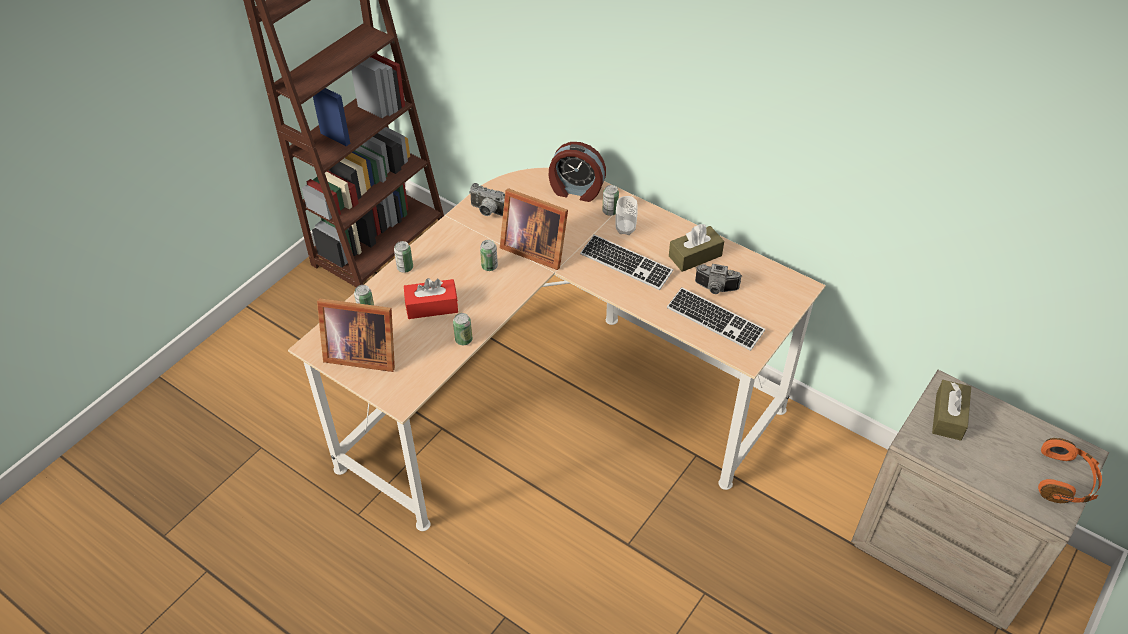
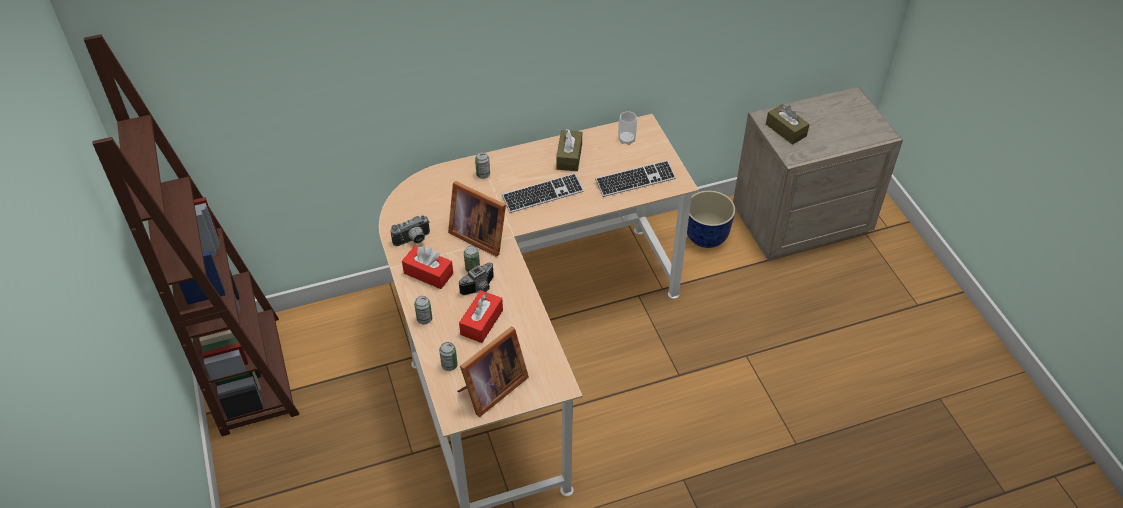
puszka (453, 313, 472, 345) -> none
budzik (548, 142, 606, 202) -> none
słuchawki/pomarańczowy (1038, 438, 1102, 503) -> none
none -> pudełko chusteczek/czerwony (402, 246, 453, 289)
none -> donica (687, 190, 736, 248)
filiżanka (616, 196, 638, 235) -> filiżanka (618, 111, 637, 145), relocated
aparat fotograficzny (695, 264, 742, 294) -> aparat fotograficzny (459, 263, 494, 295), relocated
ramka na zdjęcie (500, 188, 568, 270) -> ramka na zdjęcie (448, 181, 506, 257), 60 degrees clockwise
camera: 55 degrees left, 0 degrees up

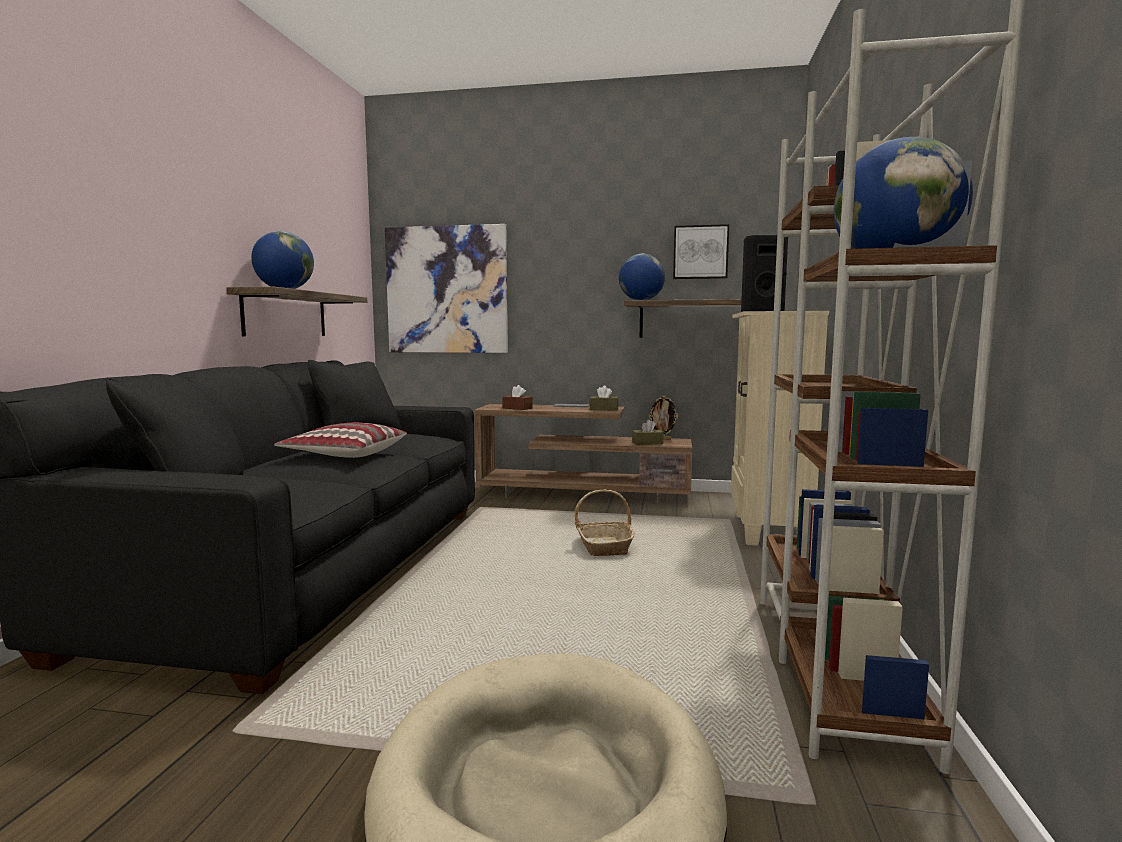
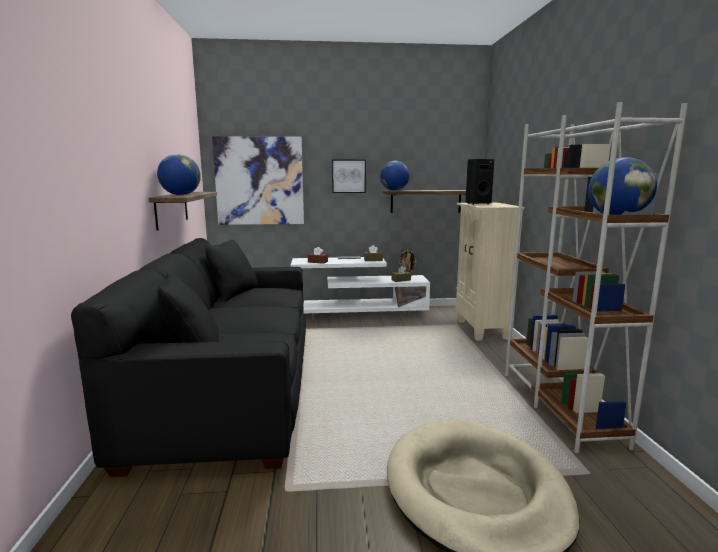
poduszka (274, 423, 407, 458) -> none
koszyk (574, 490, 634, 556) -> none
obraz (673, 224, 729, 279) -> obraz (332, 160, 366, 193), relocated
szafka pod telewizor/brązowy (474, 404, 692, 505) -> szafka pod telewizor/biały (291, 256, 430, 320)
camera: 15 degrees left, 5 degrees up

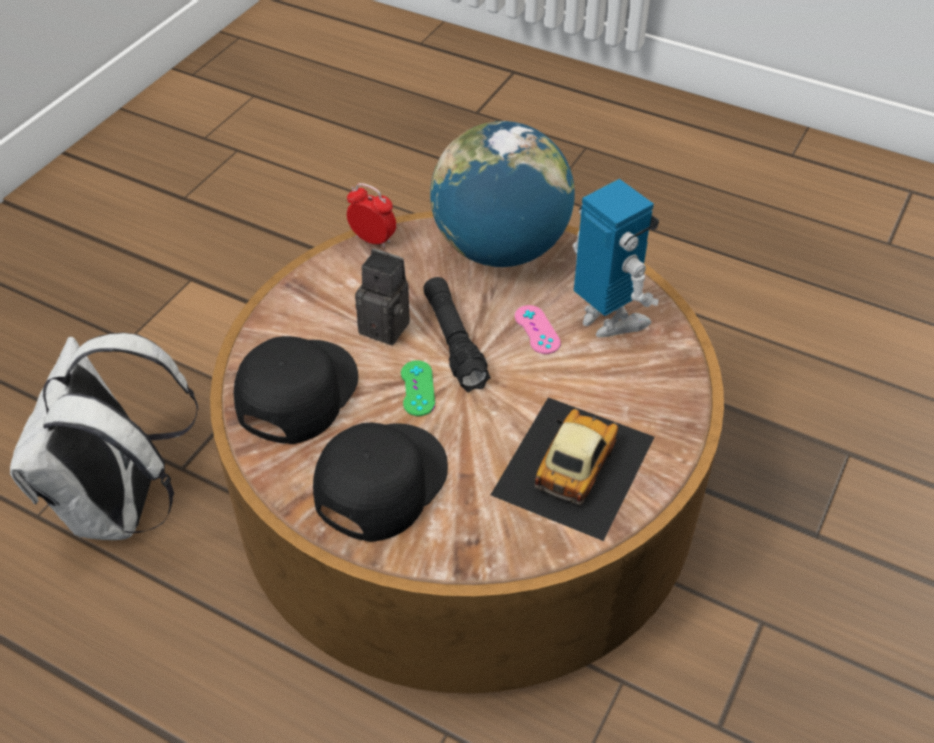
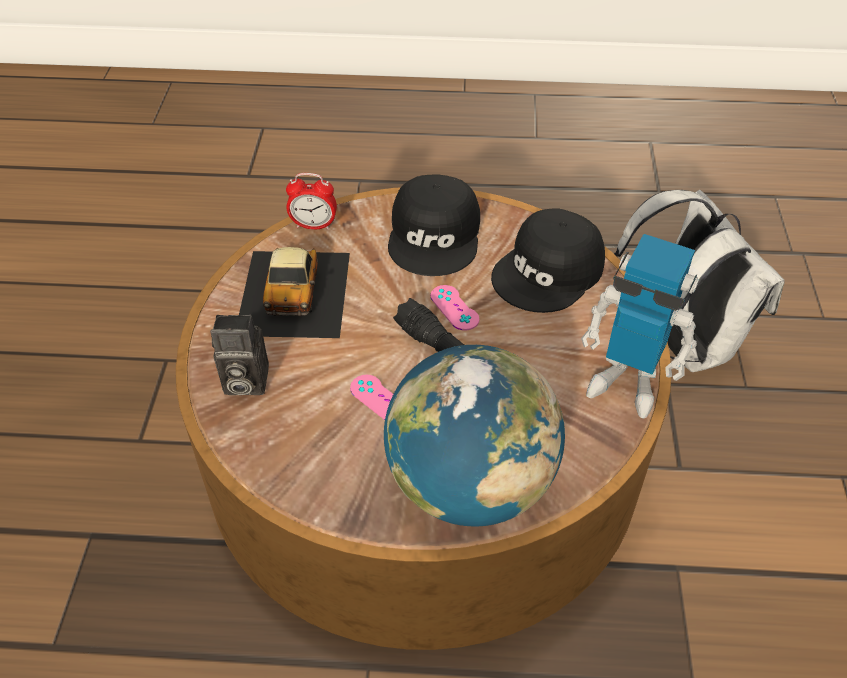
budzik (347, 183, 396, 248) -> budzik (286, 173, 337, 230), relocated
aparat fotograficzny (355, 248, 410, 345) -> aparat fotograficzny (210, 315, 269, 395), relocated
robot zabawkowy (572, 179, 659, 337) -> robot zabawkowy (581, 234, 699, 418), relocated
pad do gier/zielony (401, 360, 435, 416) -> pad do gier/różowy (430, 285, 479, 331)
czapka z daszkiem/czarny (234, 336, 358, 444) -> czapka z daszkiem/czarny (491, 208, 605, 313), 45 degrees clockwise
camera: 155 degrees right, 0 degrees up

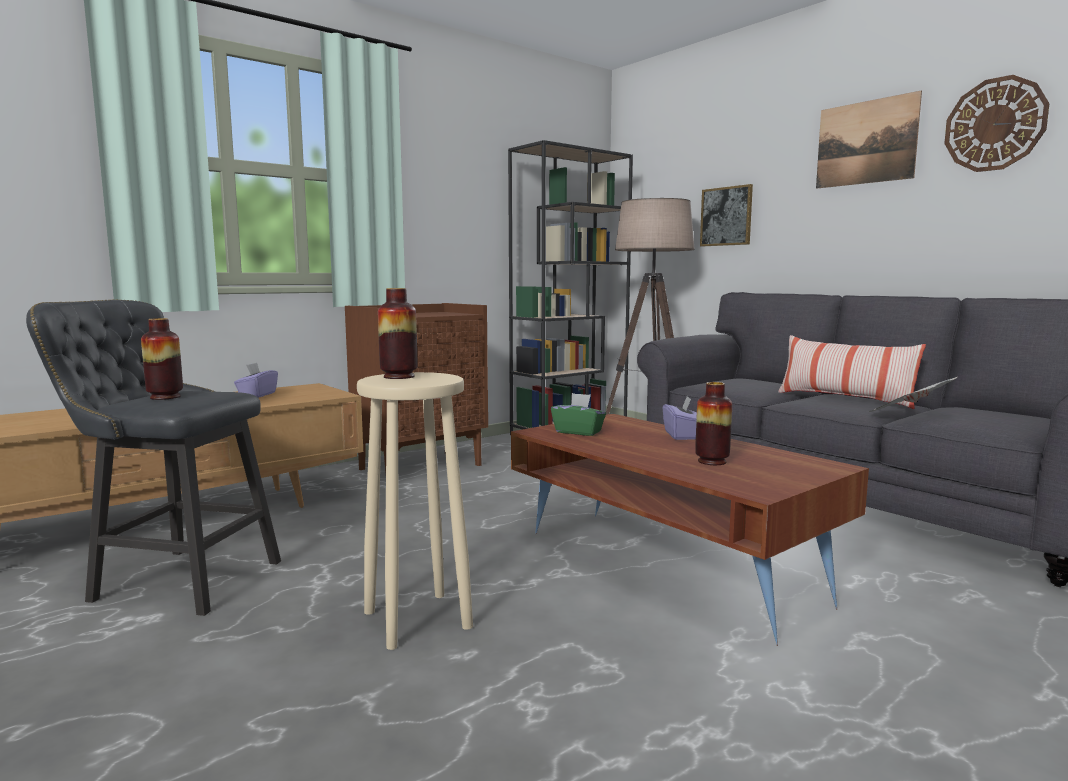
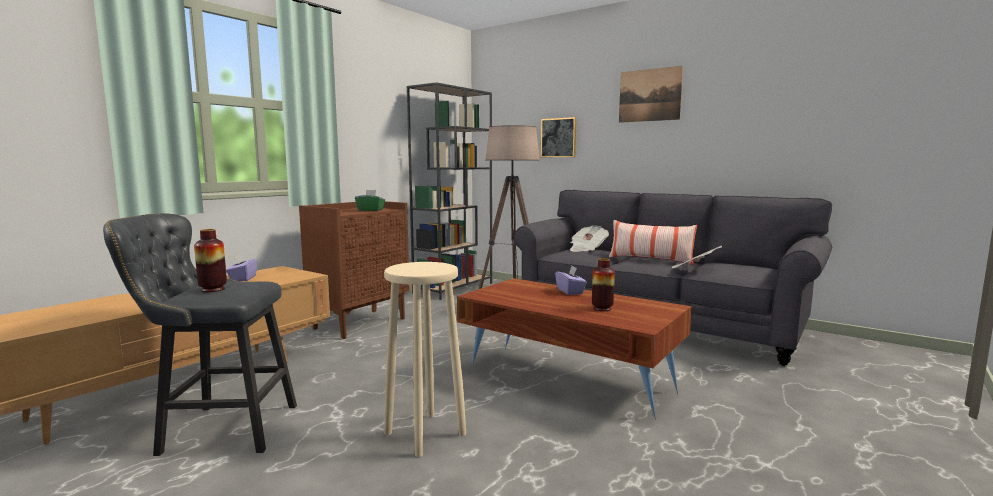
wazon (378, 288, 417, 379) -> none
zegar ścienny (944, 75, 1050, 172) -> none
none -> gazeta (570, 225, 609, 252)
pudełko chusteczek/zielony (551, 393, 606, 436) -> pudełko chusteczek/zielony (355, 190, 385, 211), relocated
camera: 15 degrees left, 0 degrees up

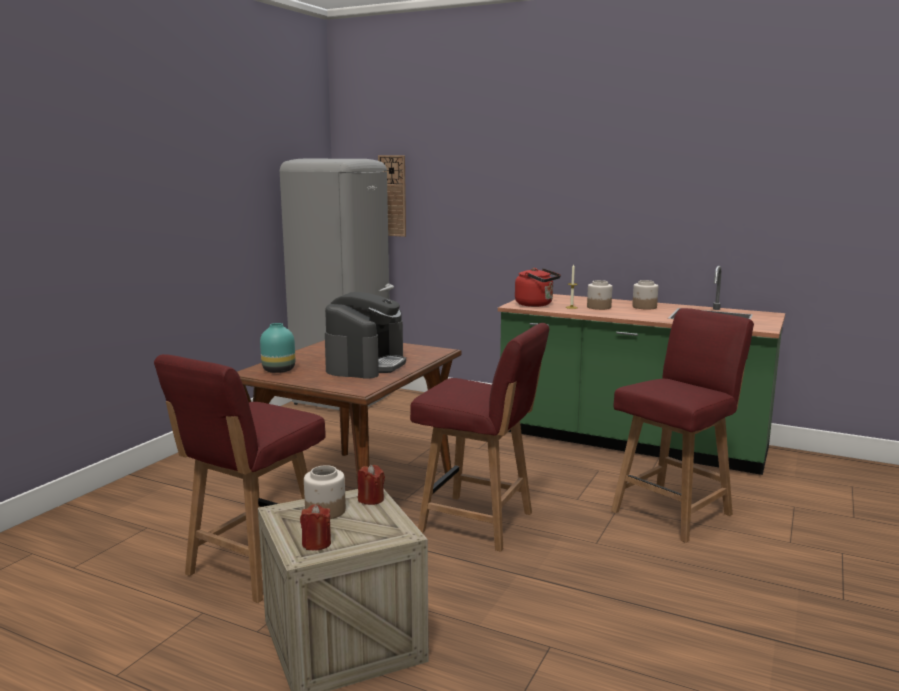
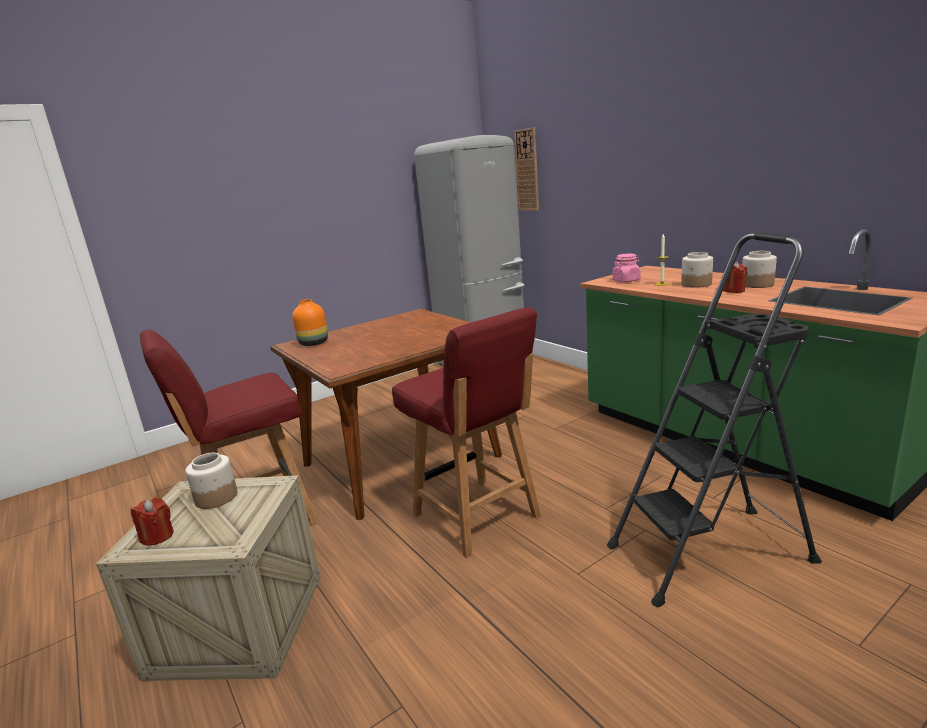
ekspres do kawy (325, 292, 406, 379) -> none
świeca/czerwony (358, 465, 385, 505) -> świeca/czerwony (723, 261, 747, 293), relocated
czajnik/czerwony (515, 268, 561, 307) -> słoik/różowy (613, 254, 641, 282)
krzesło/czerwony (611, 308, 754, 543) -> drabinka (607, 232, 822, 607)
wazon/turkusowy (260, 323, 295, 373) -> wazon/pomarańczowy (292, 299, 328, 346)
camera: 30 degrees right, 5 degrees up

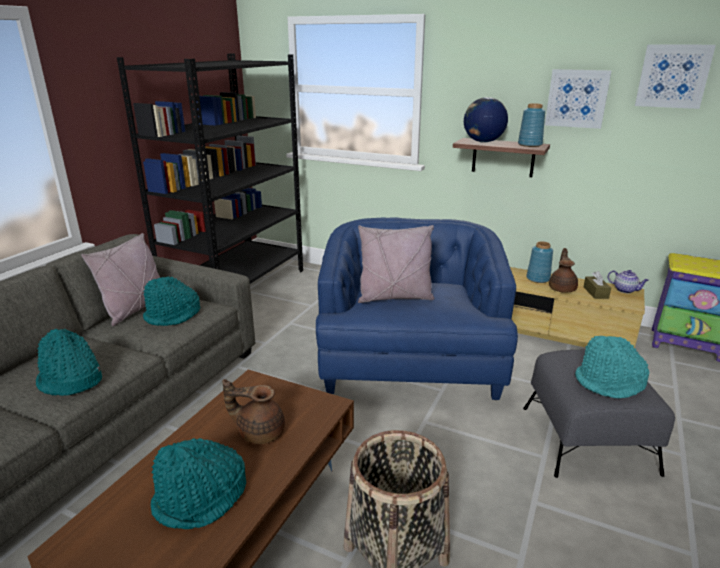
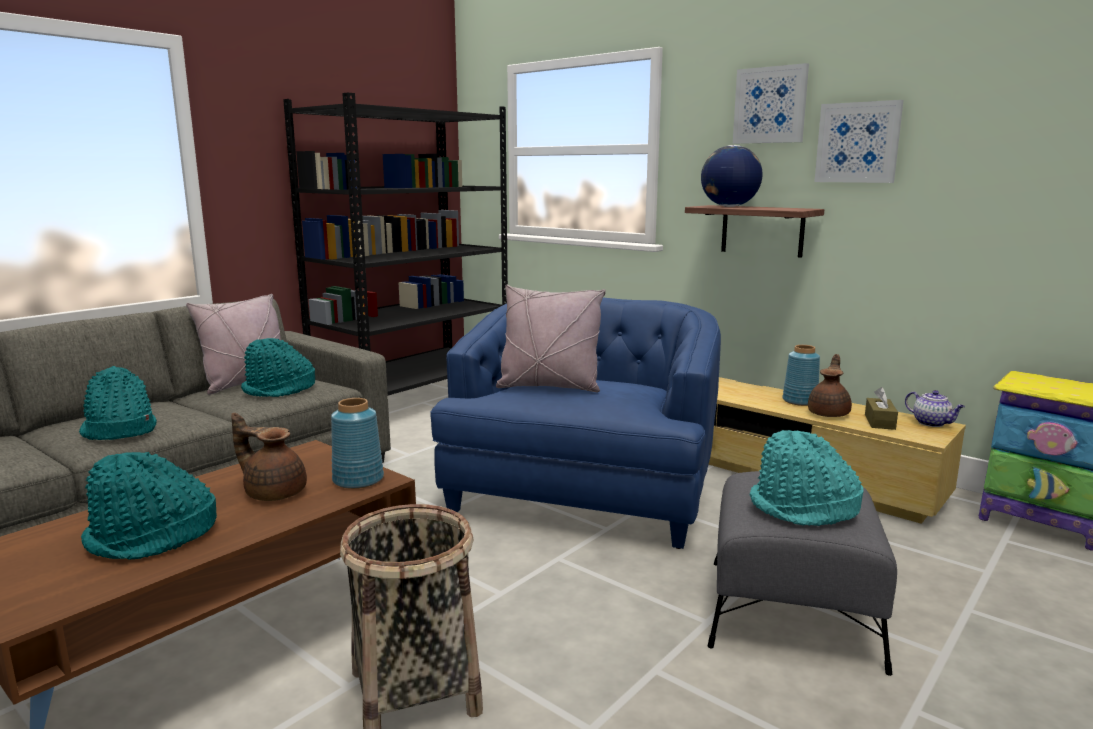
wazon/niebieski (518, 103, 545, 147) -> wazon/niebieski (331, 398, 384, 489), relocated
obraz (635, 44, 716, 109) -> obraz (733, 63, 809, 144), relocated
camera: 15 degrees right, 10 degrees down

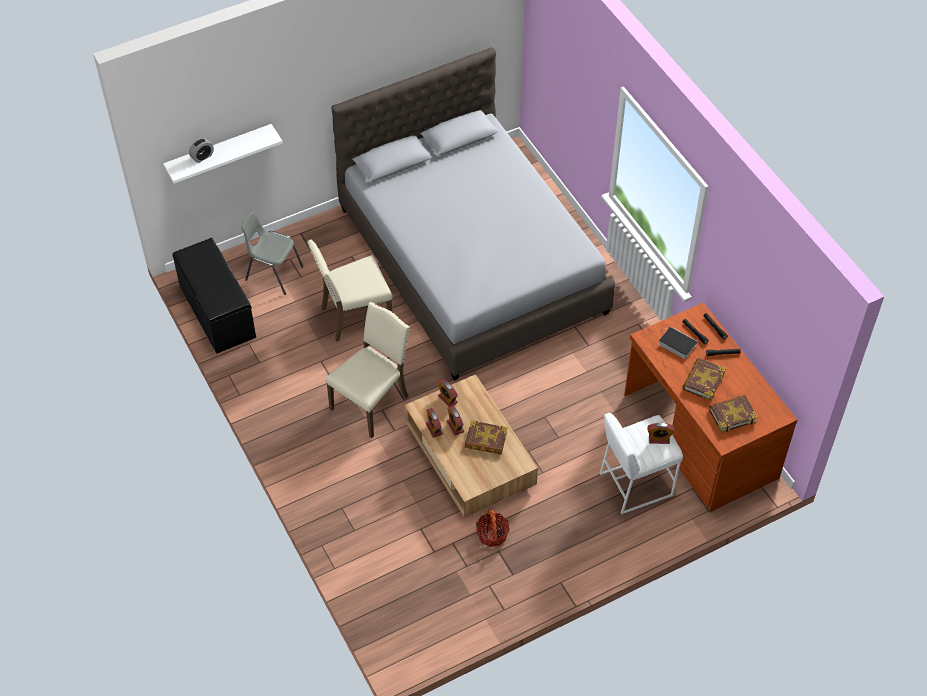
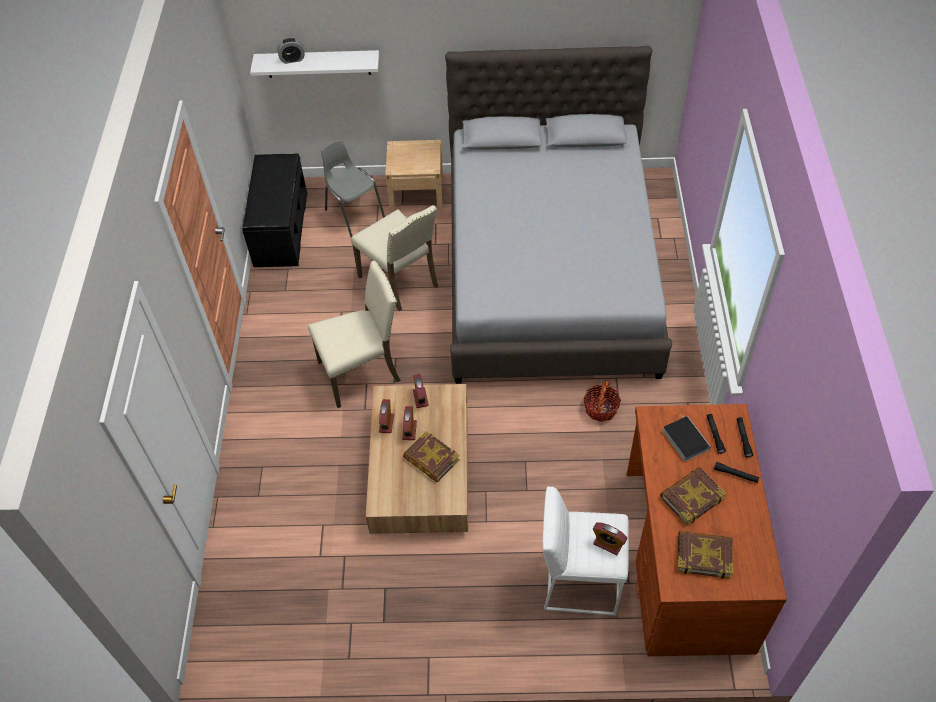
none -> szafka nocna/beżowy (385, 140, 443, 212)
koszyk (476, 509, 510, 547) -> koszyk (584, 381, 621, 422), relocated
krzesło/beżowy (307, 240, 392, 342) -> krzesło/beżowy (351, 205, 438, 312), 135 degrees counterclockwise
camera: 30 degrees right, 0 degrees up

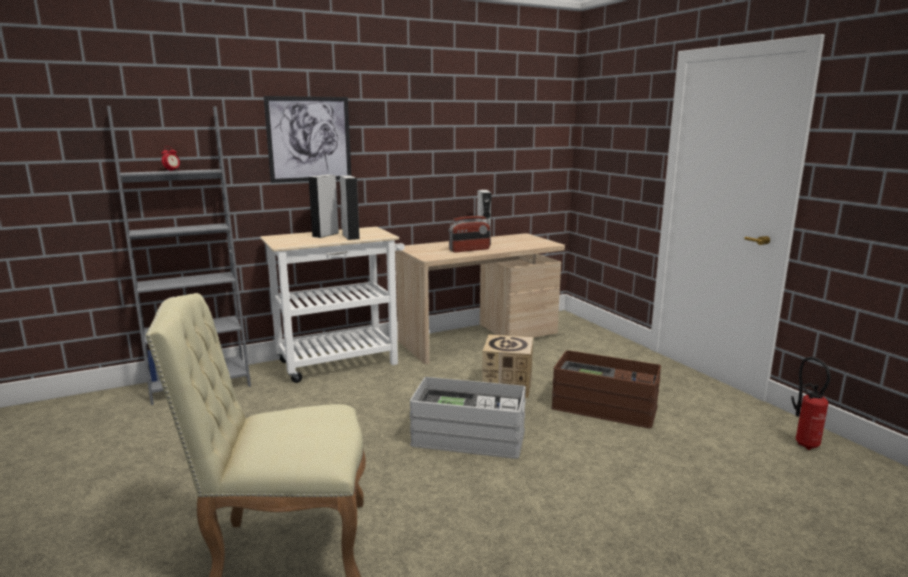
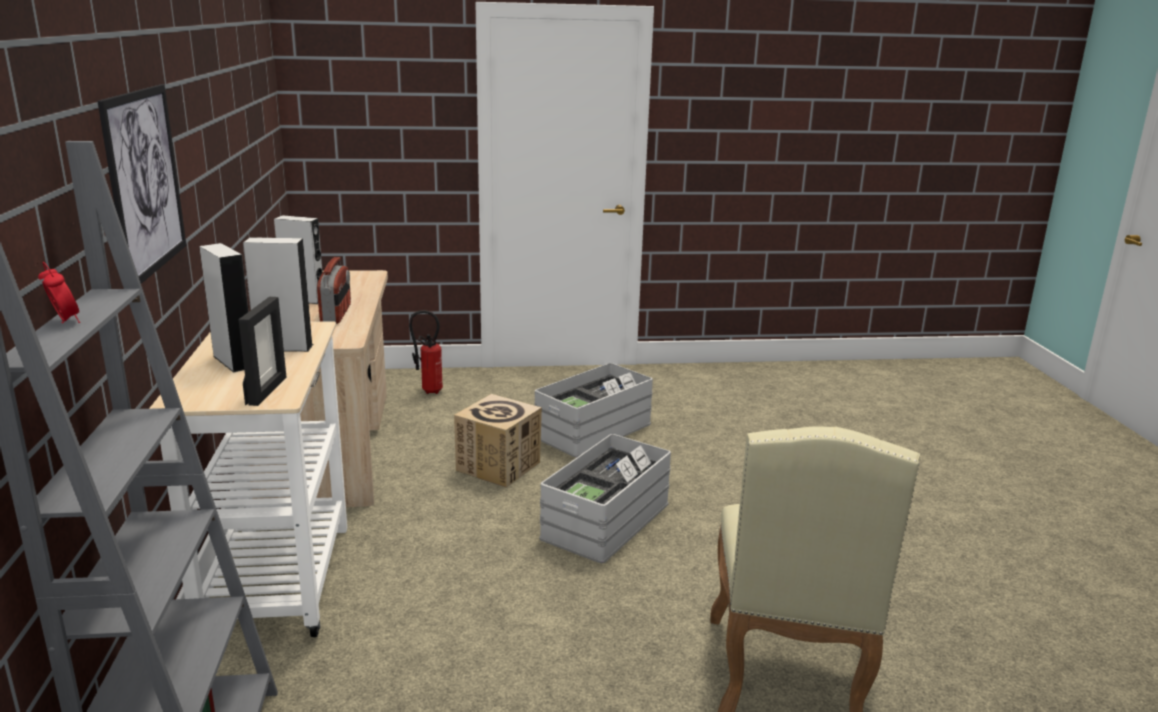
none -> ramka na zdjęcie (238, 297, 287, 406)
gaśnica (791, 357, 831, 450) -> gaśnica (409, 310, 443, 394), relocated
pojemnik do przechowywania/brązowy (551, 350, 661, 428) -> pojemnik do przechowywania/szary (534, 363, 653, 457)
camera: 70 degrees left, 5 degrees up

